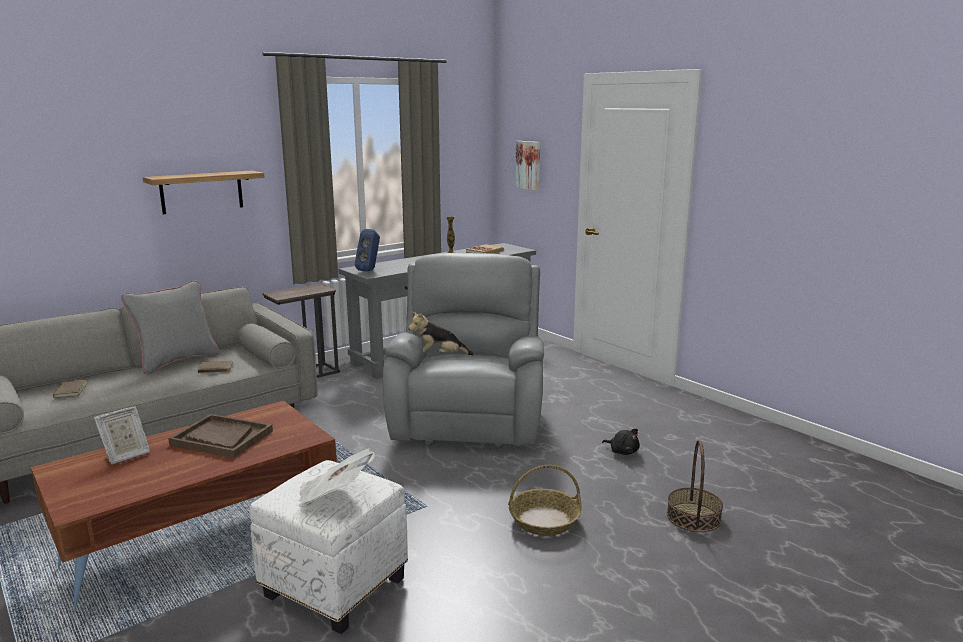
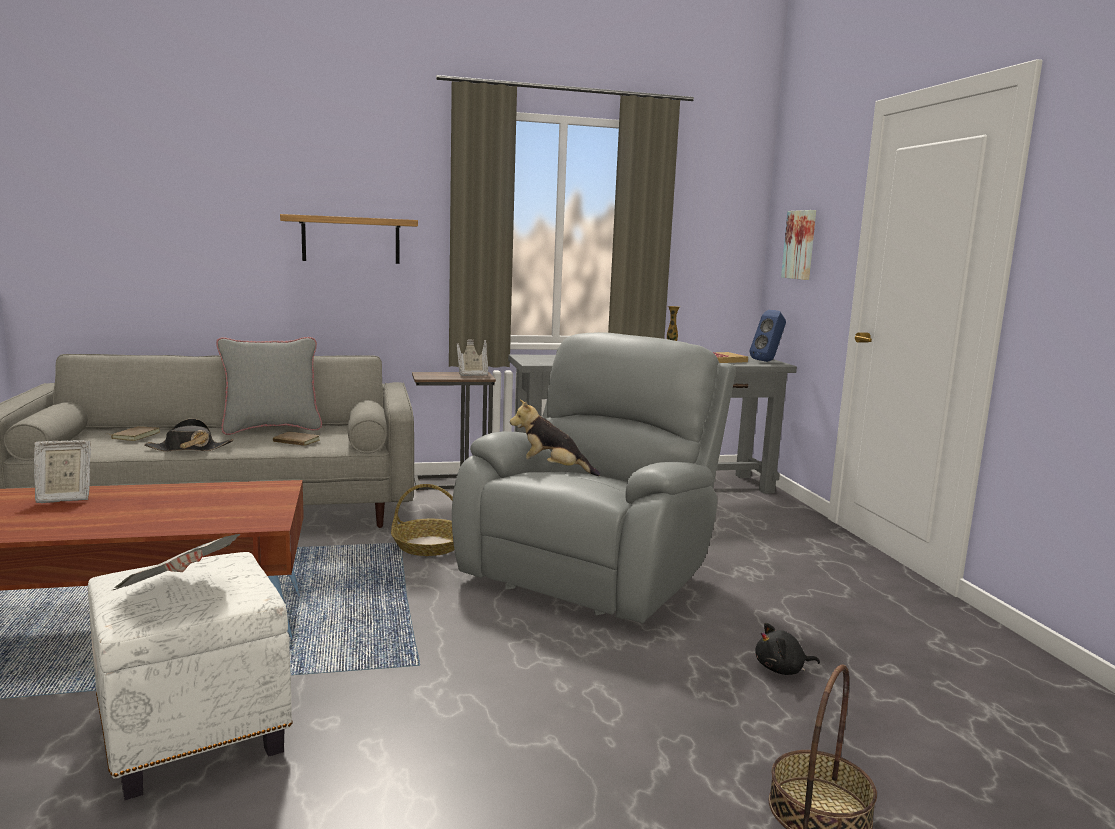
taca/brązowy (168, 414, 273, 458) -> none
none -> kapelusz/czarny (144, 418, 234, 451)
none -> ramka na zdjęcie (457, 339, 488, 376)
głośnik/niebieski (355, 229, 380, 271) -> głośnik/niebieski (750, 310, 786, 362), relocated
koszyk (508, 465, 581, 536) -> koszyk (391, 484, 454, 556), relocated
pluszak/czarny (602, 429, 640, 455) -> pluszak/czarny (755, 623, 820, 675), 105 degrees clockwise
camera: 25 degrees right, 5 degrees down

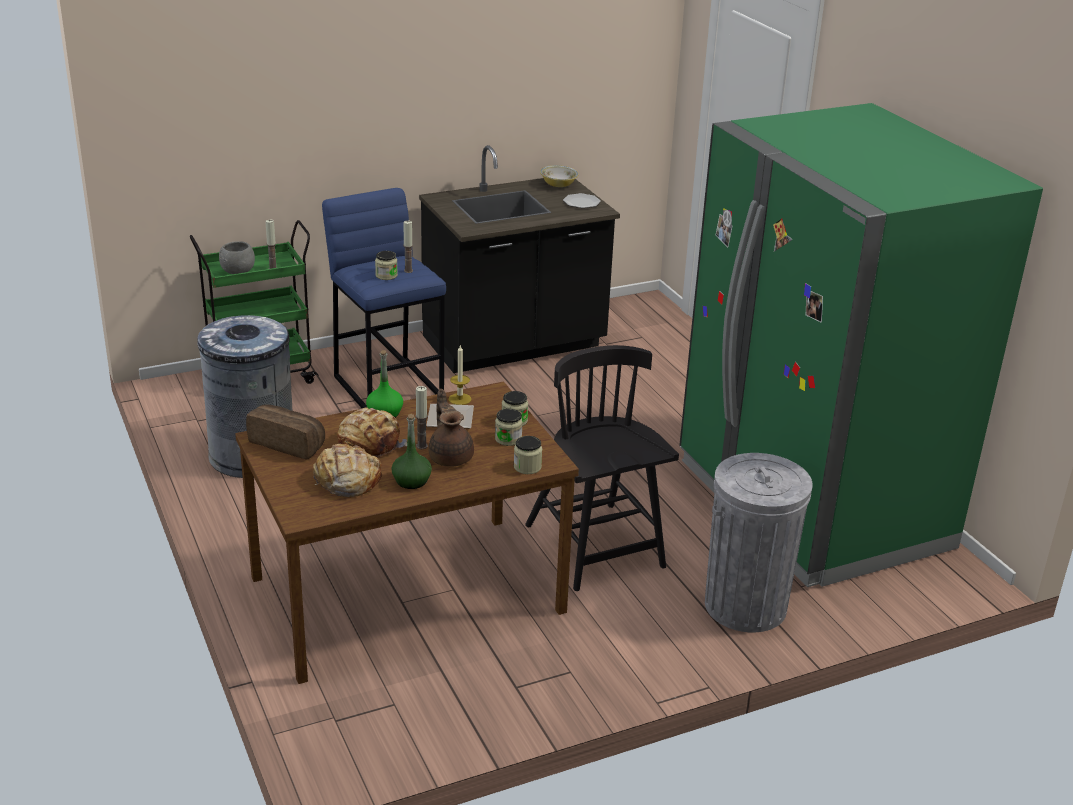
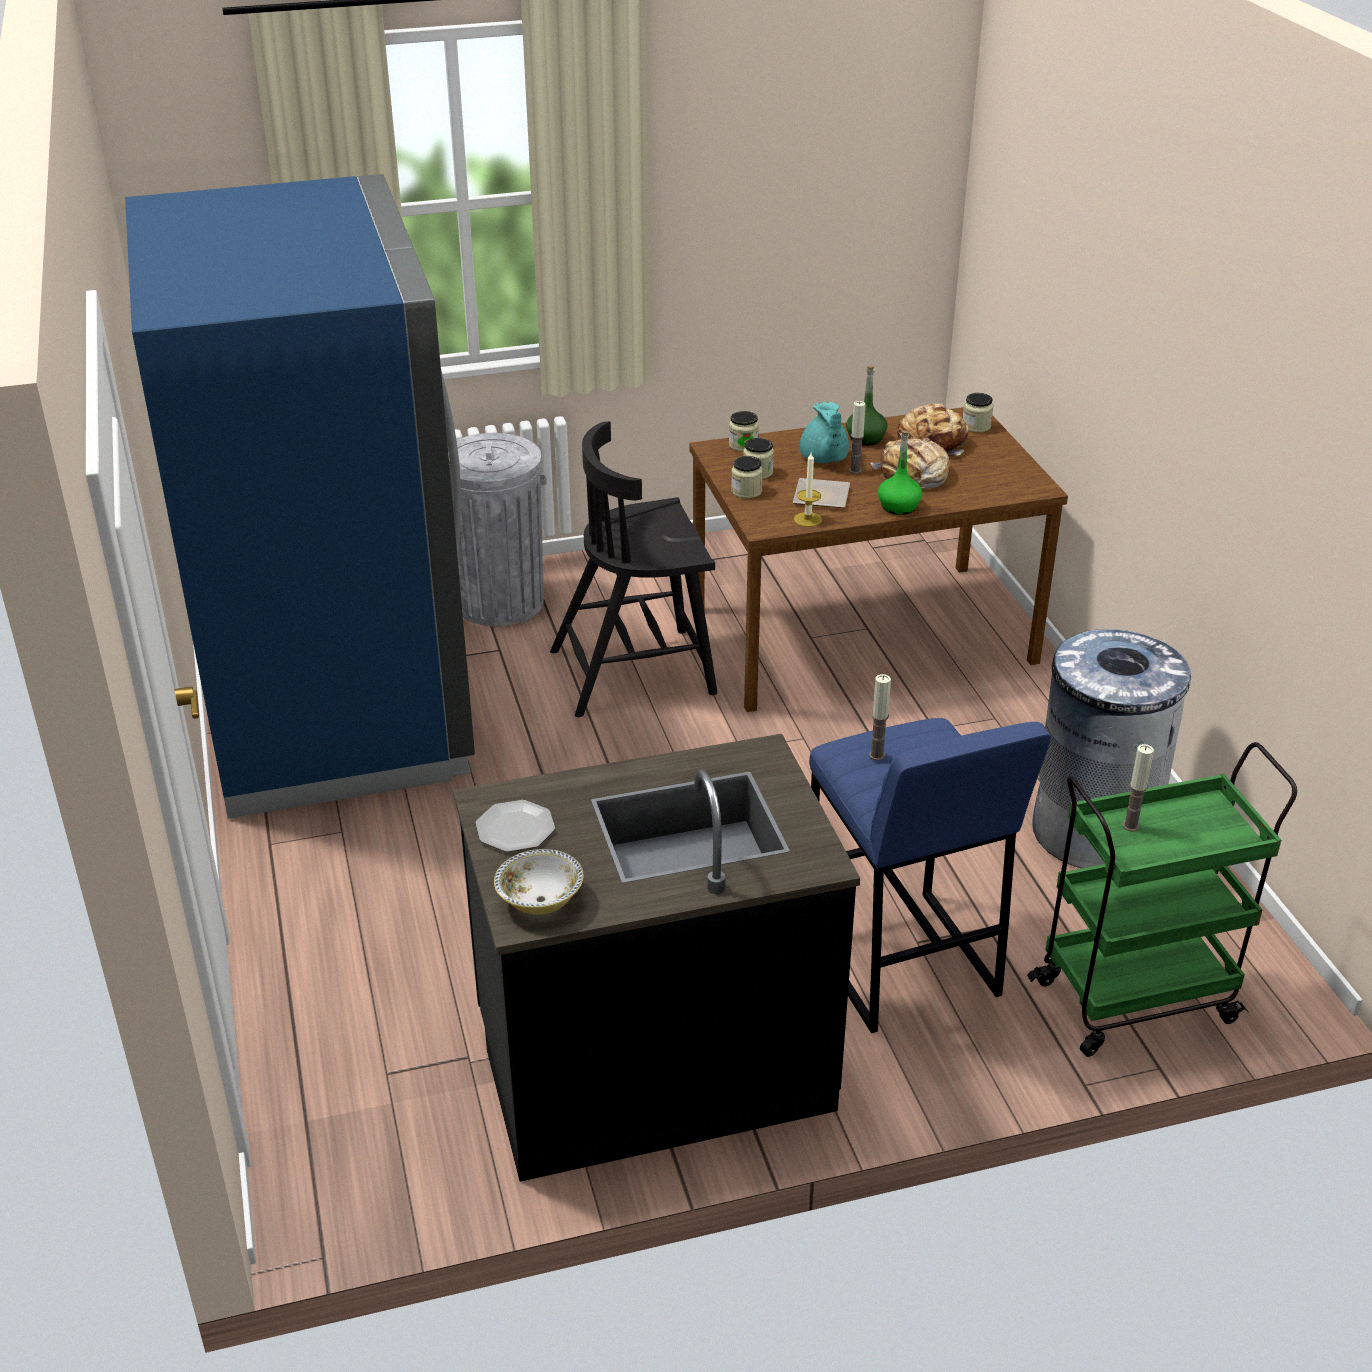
miska/szary (219, 241, 255, 274) -> none
chleb (246, 405, 325, 460) -> none
słoik (375, 251, 398, 280) -> słoik (963, 393, 993, 433), relocated
imbryk/brązowy (428, 389, 474, 467) -> imbryk/turkusowy (800, 402, 849, 463)
lodówka/zielony (679, 103, 1043, 587) -> lodówka/niebieski (125, 174, 475, 819)
krzesło/czarny (525, 345, 679, 591) -> krzesło/czarny (550, 421, 718, 717), 90 degrees clockwise
camera: 170 degrees left, 5 degrees up

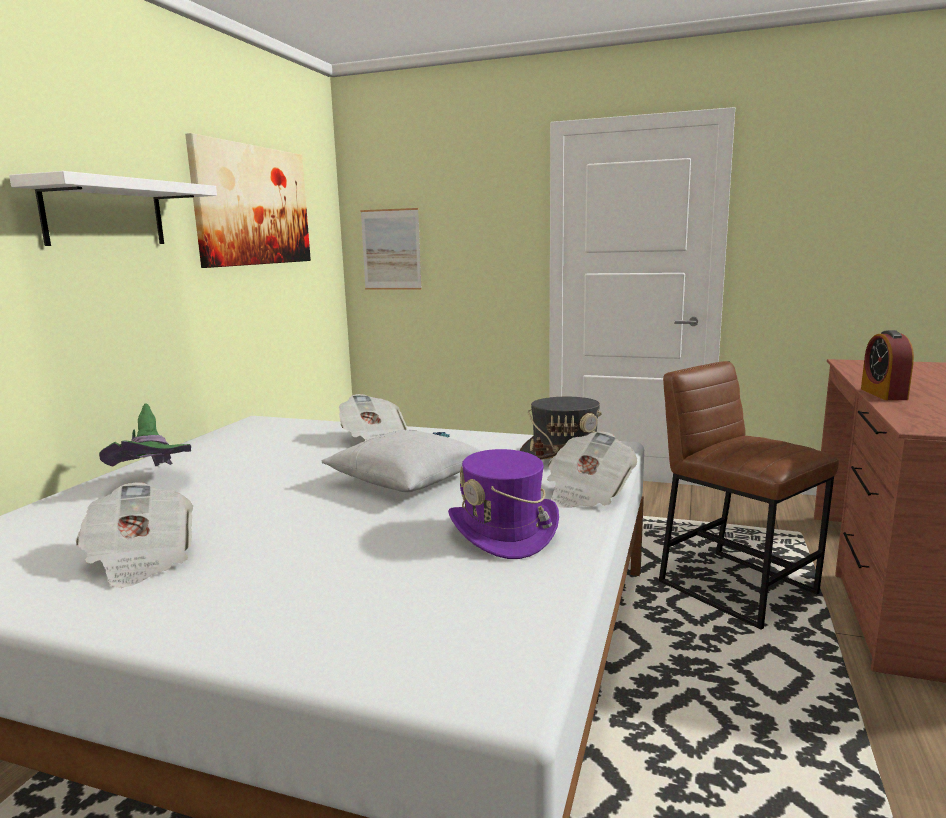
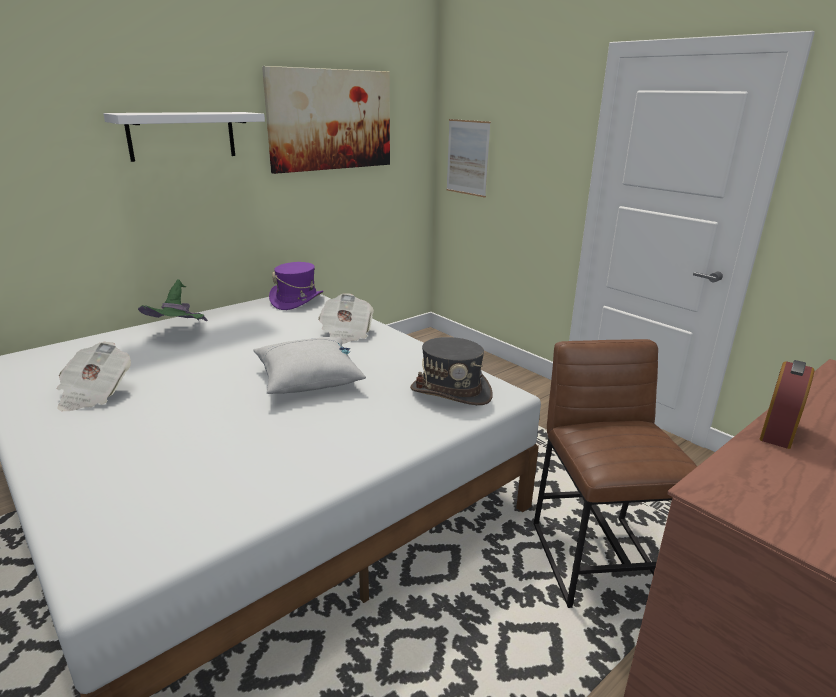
gazeta (547, 431, 637, 508) -> none
kapelusz/fioletowy (448, 449, 559, 559) -> kapelusz/fioletowy (269, 262, 323, 310), relocated
camera: 30 degrees right, 10 degrees up

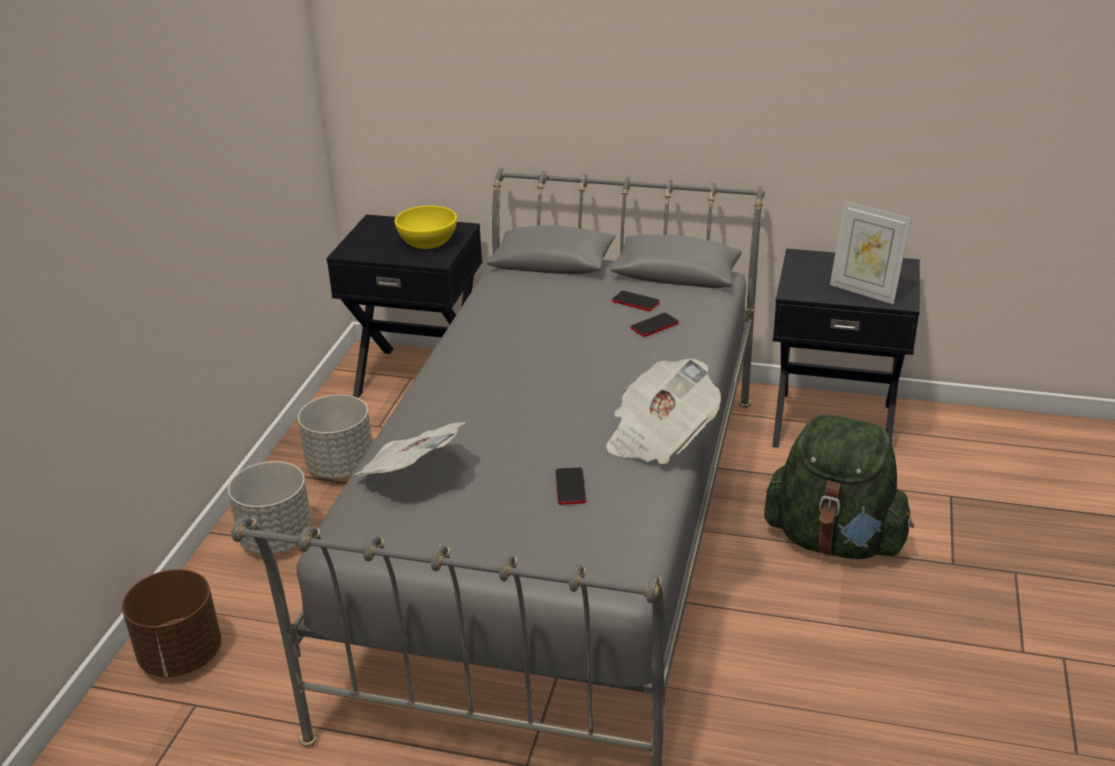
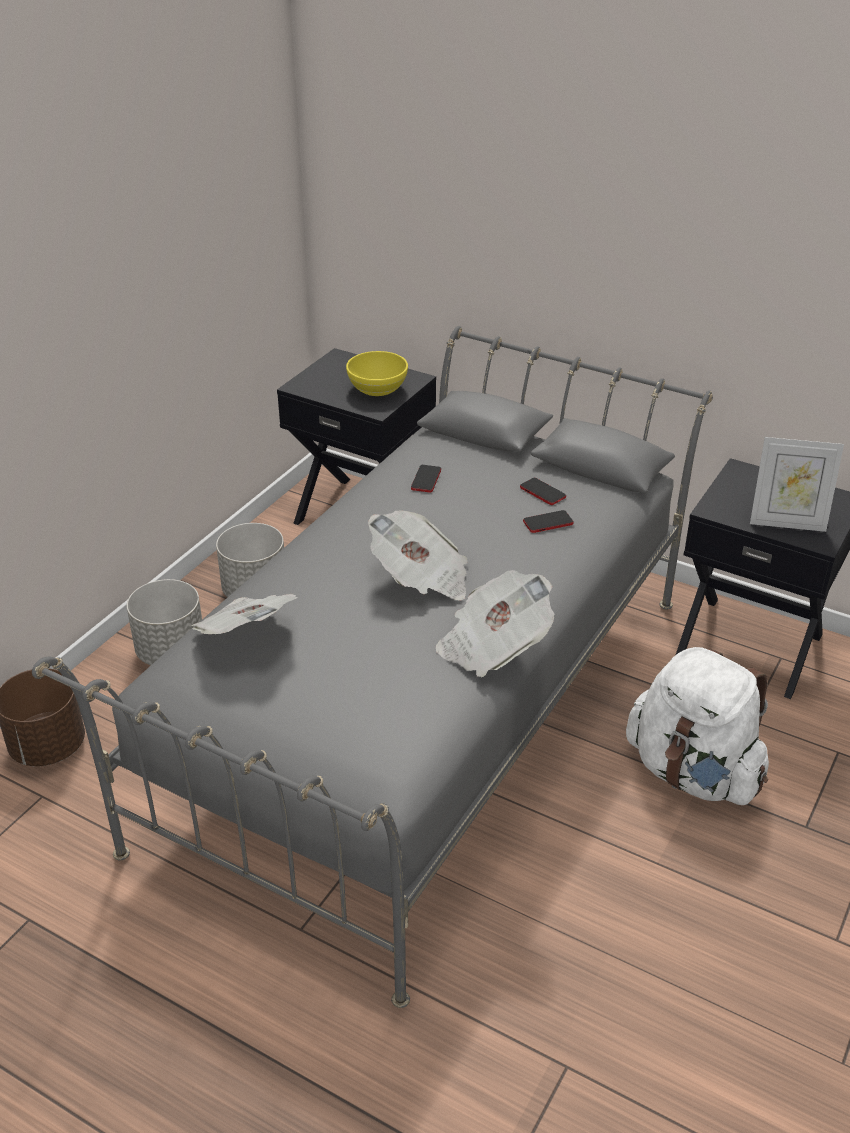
none -> gazeta (368, 510, 468, 601)
telefon (556, 467, 586, 505) -> telefon (411, 465, 441, 493), relocated
plecak/zielony (764, 414, 914, 559) -> plecak/biały (626, 647, 769, 805)
ramka na zdjęcie (830, 201, 911, 304) -> ramka na zdjęcie (750, 437, 844, 532), 45 degrees counterclockwise
camera: 15 degrees right, 5 degrees up

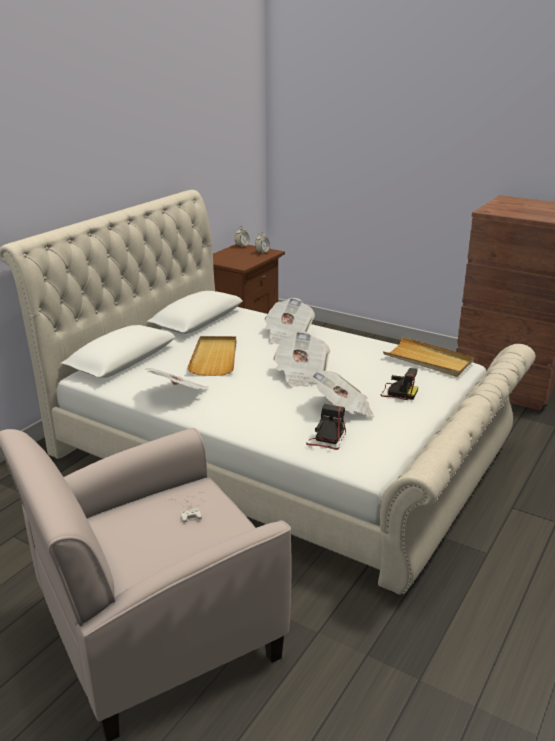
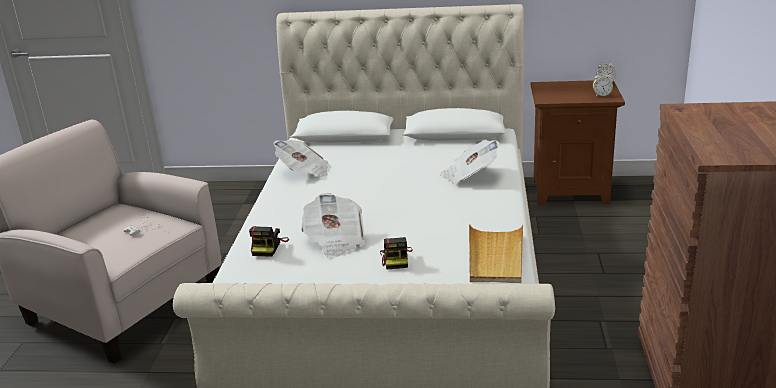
taca/beżowy (187, 336, 236, 376) -> none
gazeta (273, 331, 330, 387) -> none
aparat fotograficzny (306, 404, 346, 450) -> aparat fotograficzny (249, 226, 289, 257), 105 degrees clockwise
camera: 65 degrees right, 0 degrees up

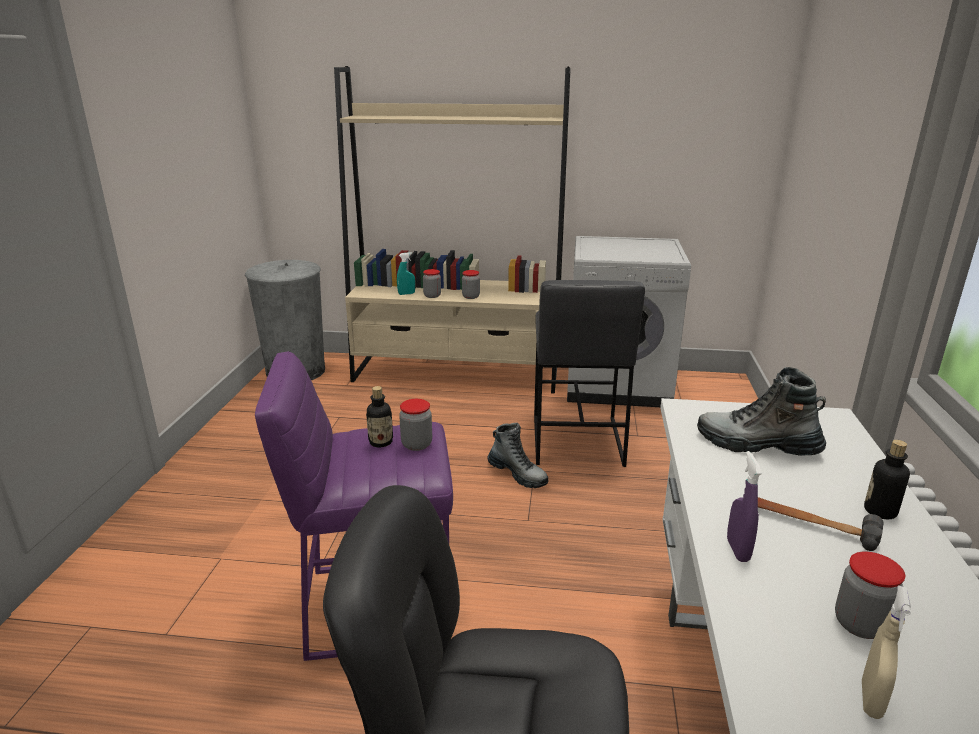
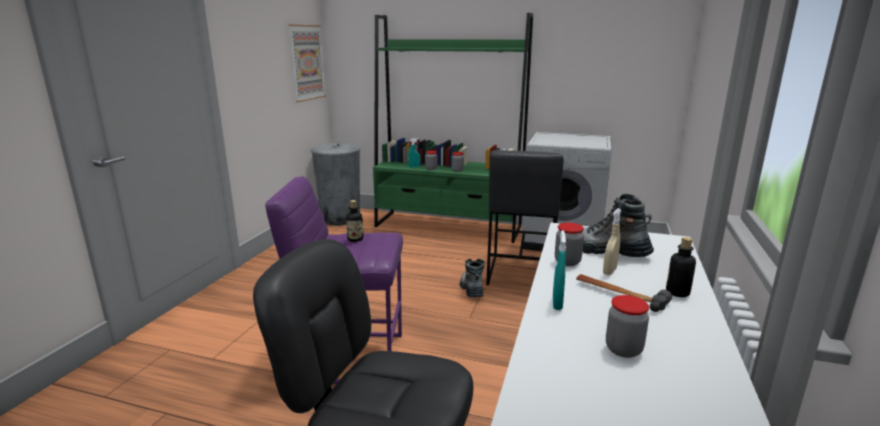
none -> obraz (289, 24, 326, 102)
słoik (399, 399, 432, 451) -> słoik (555, 223, 584, 266), relocated
spryskiwacz/beżowy (862, 586, 911, 719) -> spryskiwacz/beżowy (603, 208, 622, 275), relocated
regał/beżowy (334, 66, 571, 394) -> regał/zielony (373, 13, 533, 243)
spryskiwacz/fioletowy (727, 451, 762, 562) -> spryskiwacz/turkusowy (553, 230, 566, 310)
but z cholewką (487, 423, 549, 488) -> but z cholewką (460, 259, 485, 297), 150 degrees counterclockwise
camera: 10 degrees right, 5 degrees down

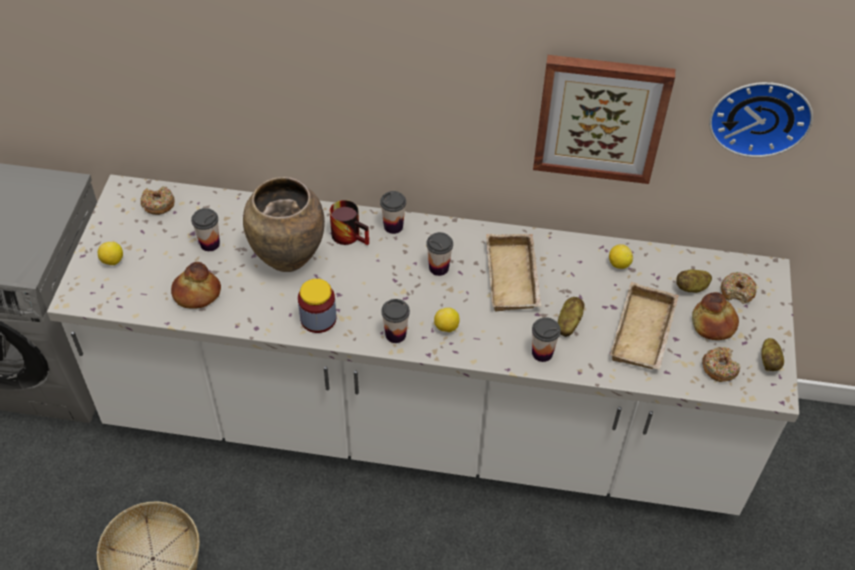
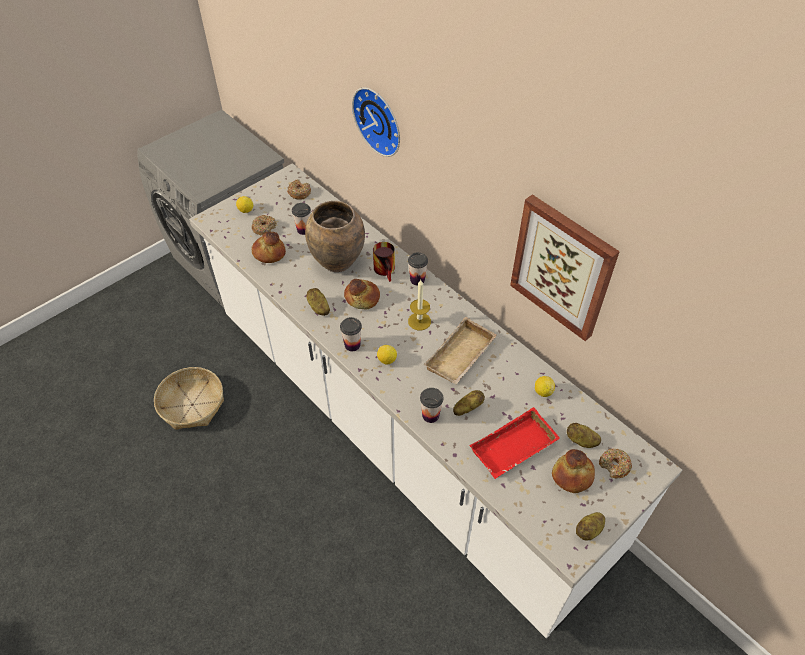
none -> chleb (344, 279, 380, 310)
donut (702, 347, 741, 382) -> donut (252, 215, 277, 235), relocated
zegar ścienny (709, 82, 813, 158) -> zegar ścienny (352, 87, 400, 157), relocated
słoik (298, 279, 336, 333) -> ziemniak (306, 288, 330, 316)
filiżanka (426, 232, 453, 276) -> świeca (408, 280, 431, 330)
taca/beżowy (610, 282, 679, 370) -> taca/czerwony (469, 407, 560, 479)
camera: 40 degrees right, 0 degrees up

